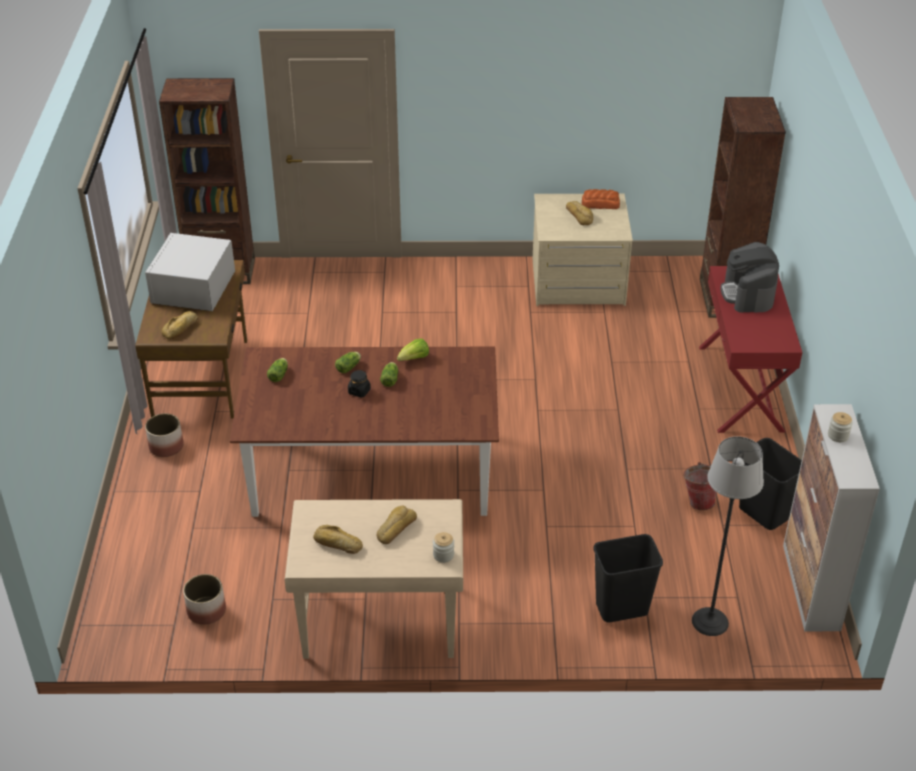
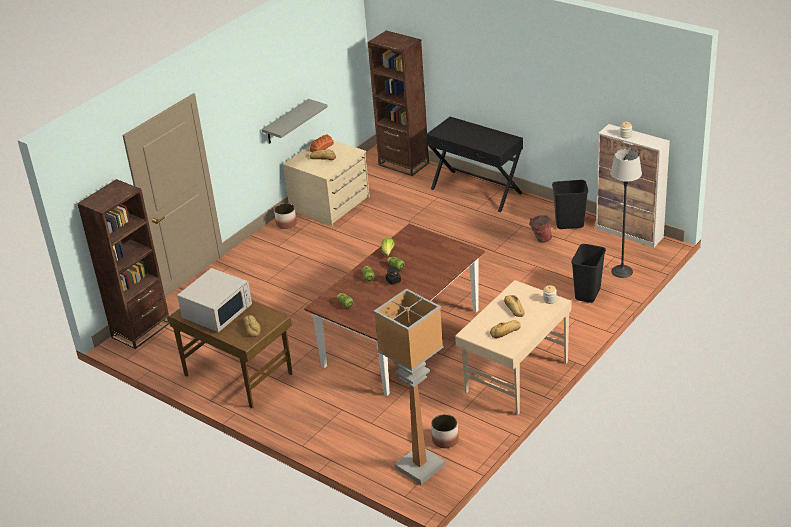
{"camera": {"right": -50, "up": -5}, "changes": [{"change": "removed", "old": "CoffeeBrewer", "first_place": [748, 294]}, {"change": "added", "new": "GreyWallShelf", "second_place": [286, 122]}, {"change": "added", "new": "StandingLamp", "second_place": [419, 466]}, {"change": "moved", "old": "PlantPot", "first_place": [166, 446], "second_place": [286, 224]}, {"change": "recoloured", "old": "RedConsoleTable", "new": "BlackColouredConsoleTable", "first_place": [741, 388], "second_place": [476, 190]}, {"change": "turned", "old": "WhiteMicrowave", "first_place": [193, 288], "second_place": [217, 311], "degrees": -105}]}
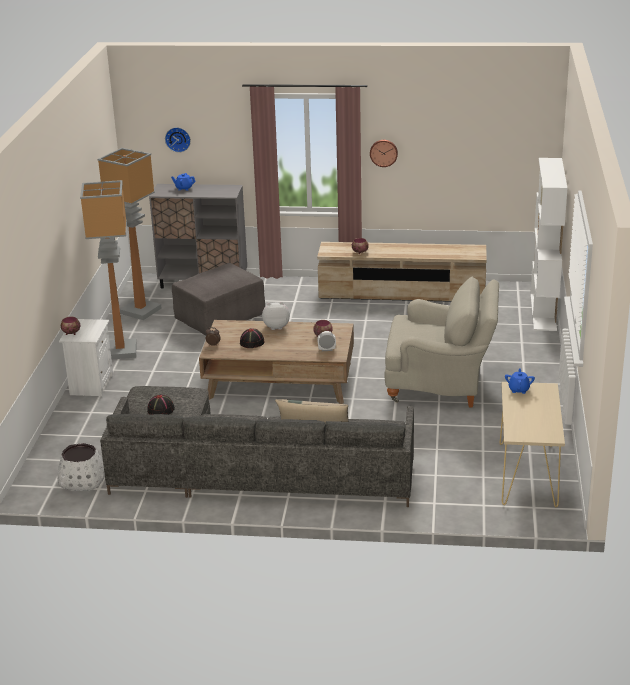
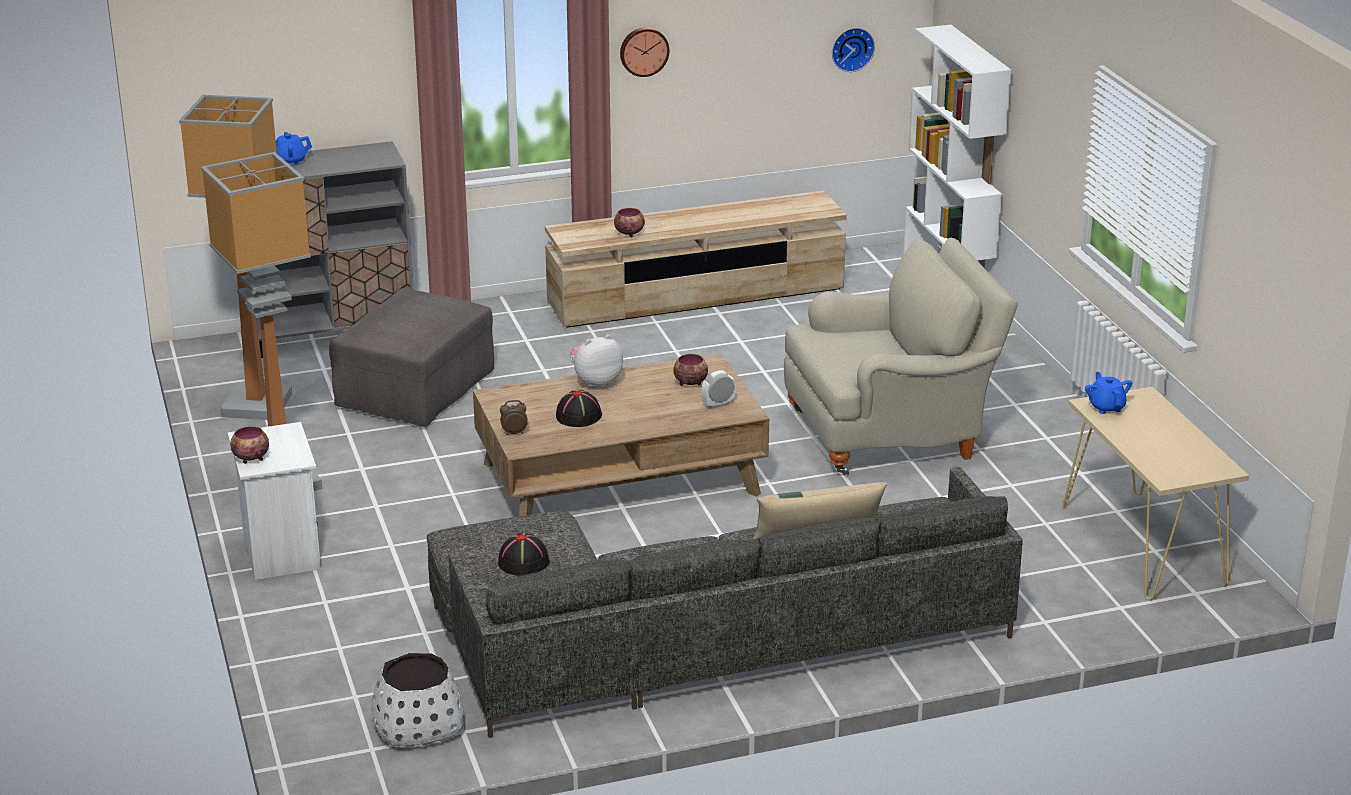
{"camera": {"right": -25, "up": 0}, "changes": [{"change": "moved", "old": "WallClock", "first_place": [178, 139], "second_place": [851, 48]}]}
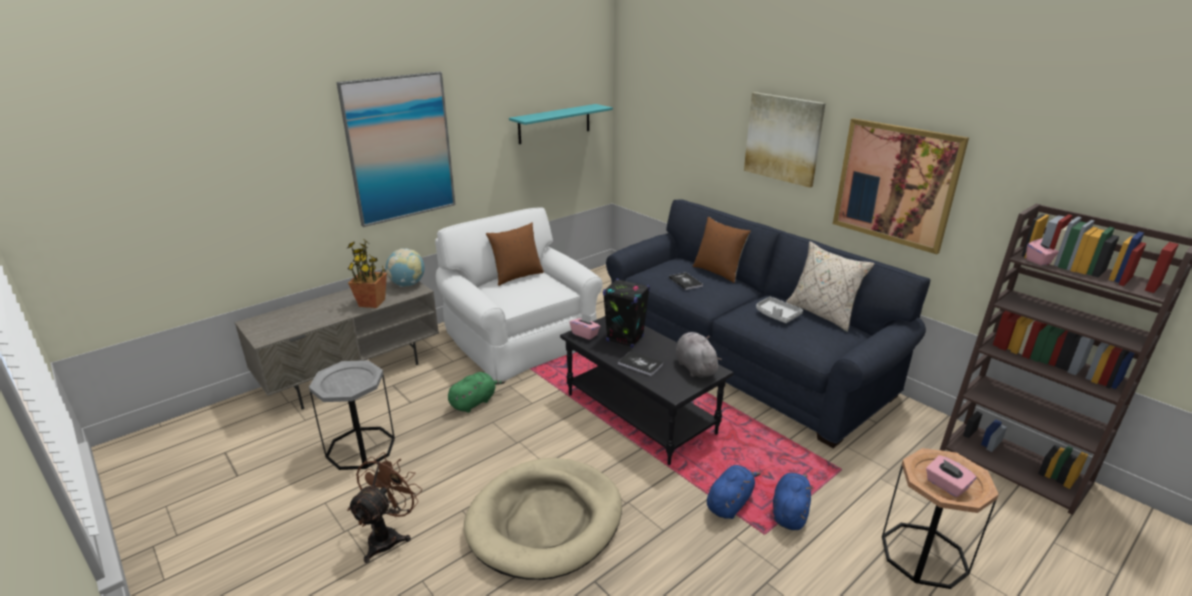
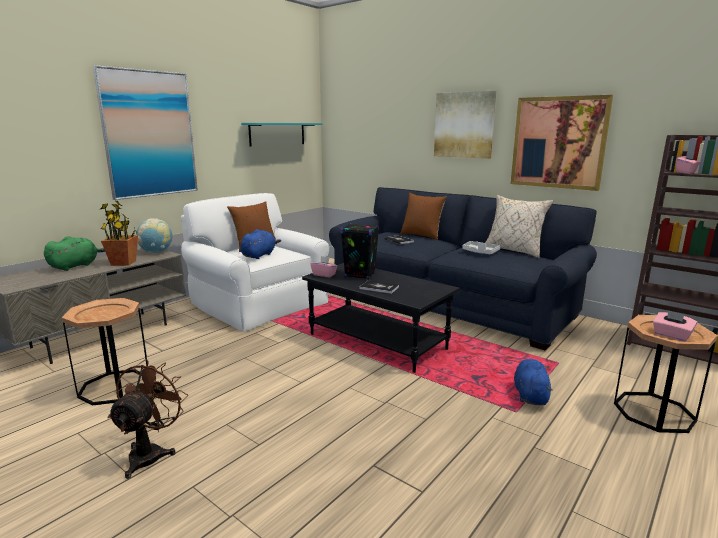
{"camera": {"right": -10, "up": -10}, "changes": [{"change": "removed", "old": "BeigeColouredDogCushion", "first_place": [545, 521]}, {"change": "removed", "old": "GreyCuddlyToy", "first_place": [695, 367]}, {"change": "moved", "old": "GreenColouredCuddlyToy", "first_place": [474, 402], "second_place": [76, 266]}, {"change": "moved", "old": "BlueColouredCuddlyToy", "first_place": [730, 503], "second_place": [259, 255]}, {"change": "recoloured", "old": "GreySideTable", "new": "BrownColouredSideTable", "first_place": [360, 448], "second_place": [114, 387]}]}
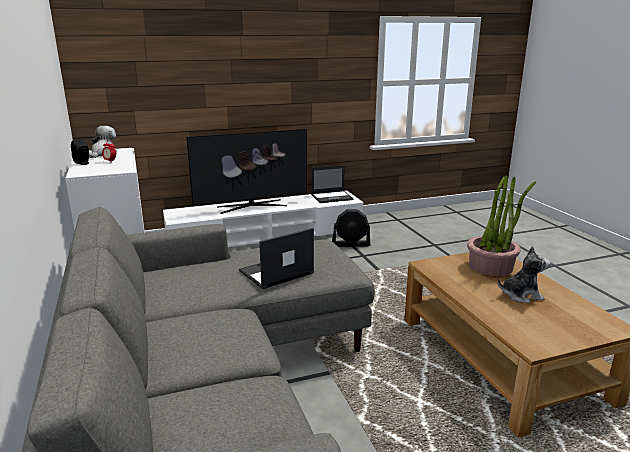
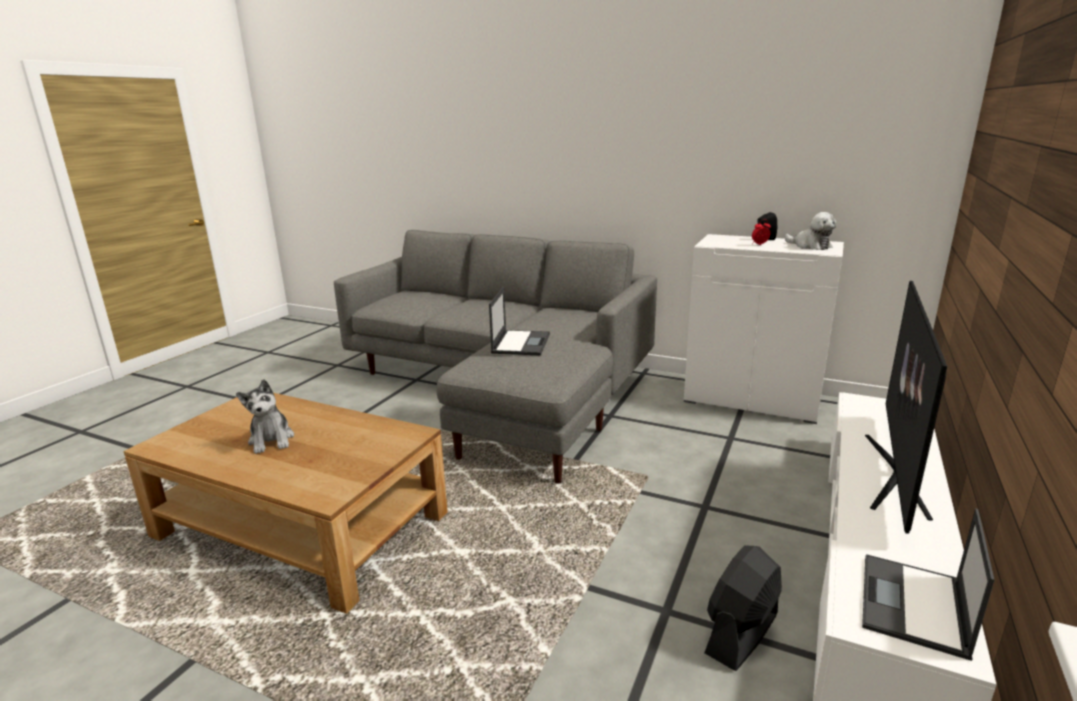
{"camera": {"right": 135, "up": 0}, "changes": [{"change": "removed", "old": "Houseplant", "first_place": [491, 267]}, {"change": "turned", "old": "CuddlyToy", "first_place": [520, 295], "second_place": [272, 440], "degrees": -60}]}
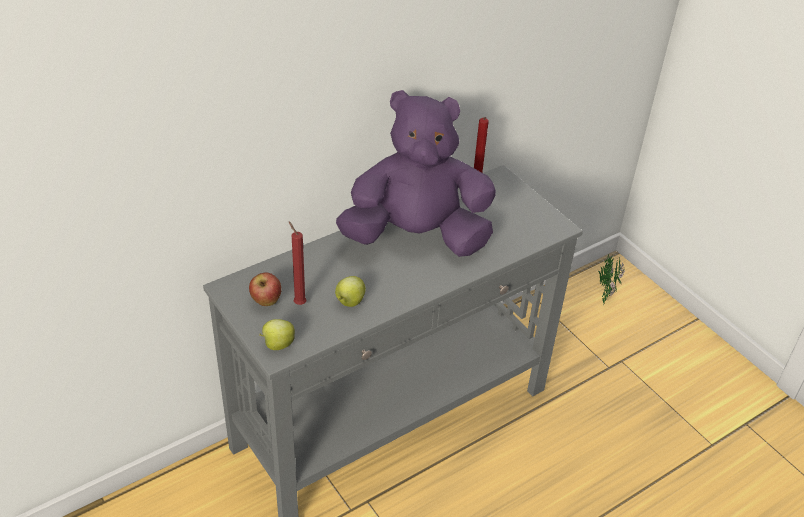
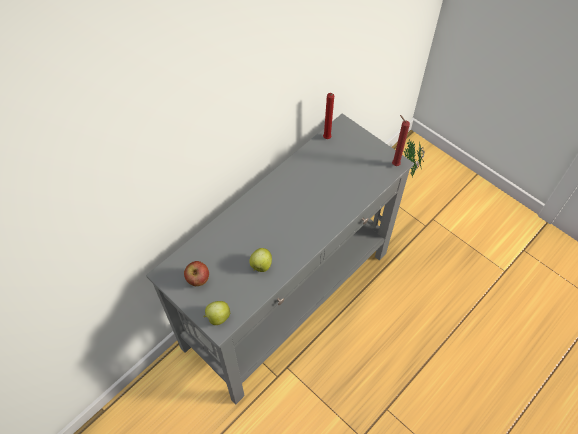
{"camera": {"right": -10, "up": 15}, "changes": [{"change": "removed", "old": "PurplishCuddlyToy", "first_place": [417, 237]}, {"change": "moved", "old": "RedWaxCandle", "first_place": [298, 302], "second_place": [394, 164]}]}
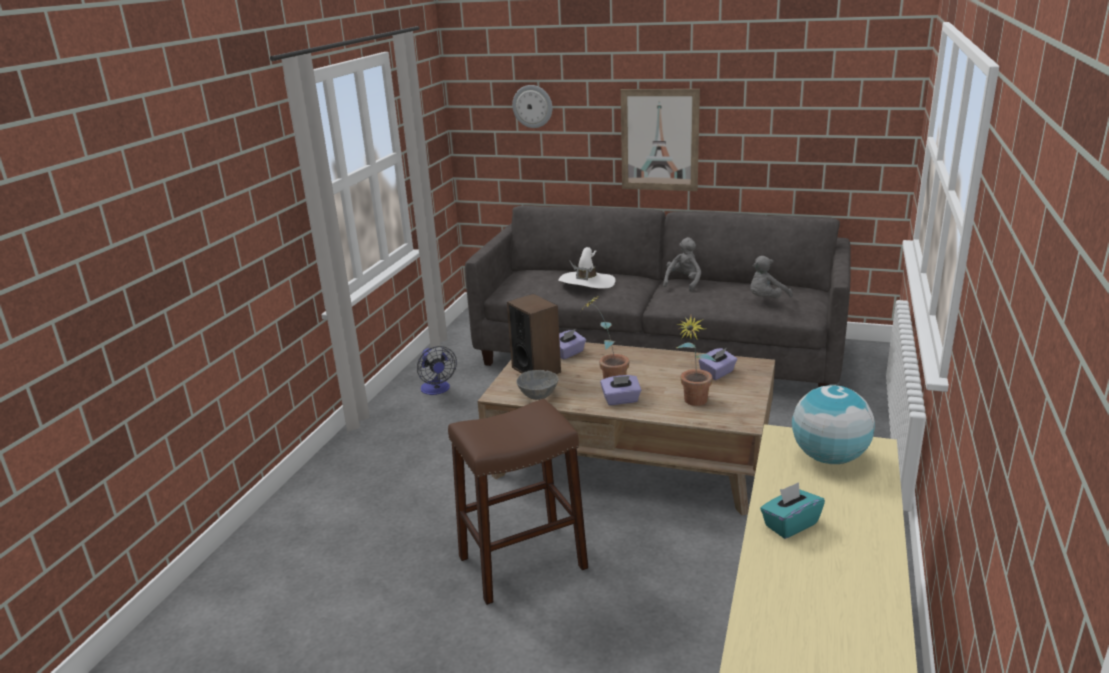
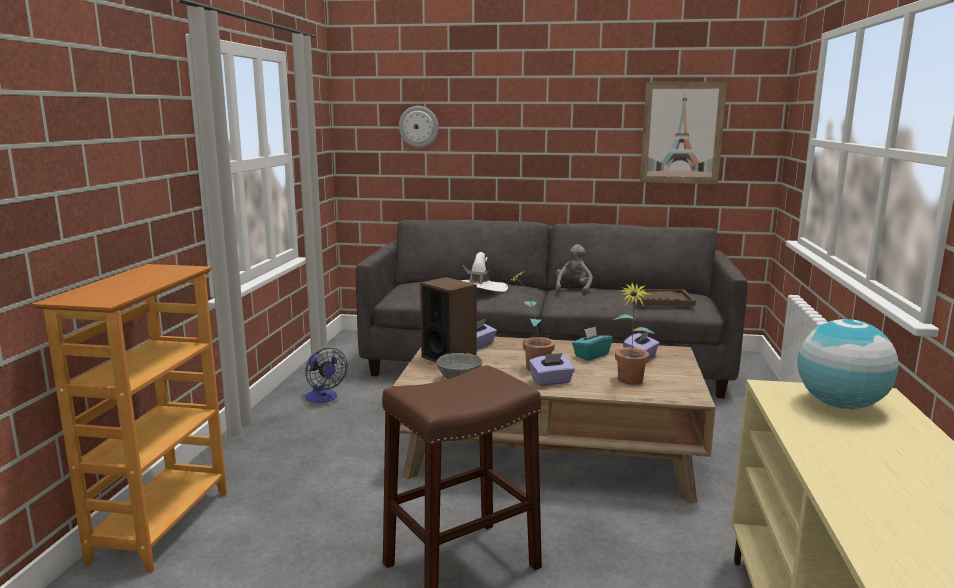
{"camera": {"right": -10, "up": -10}, "changes": [{"change": "added", "new": "Bookshelf", "second_place": [160, 526]}, {"change": "moved", "old": "WallPicture", "first_place": [659, 140], "second_place": [682, 133]}, {"change": "moved", "old": "TurquoiseBoxOfTissues", "first_place": [790, 524], "second_place": [591, 355]}, {"change": "replaced", "old": "GreyCuddlyToy", "new": "BrownColouredServingTray", "first_place": [766, 300], "second_place": [660, 300]}]}
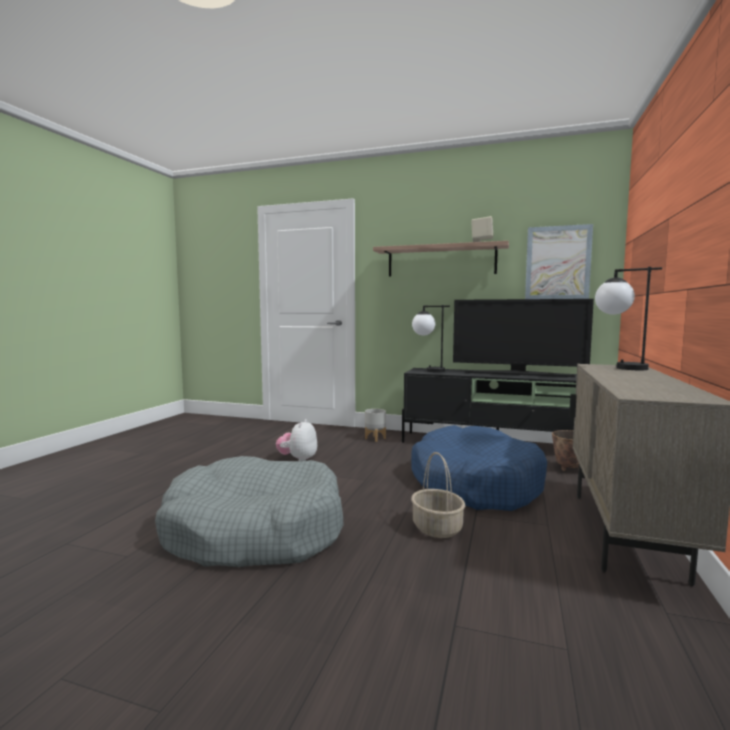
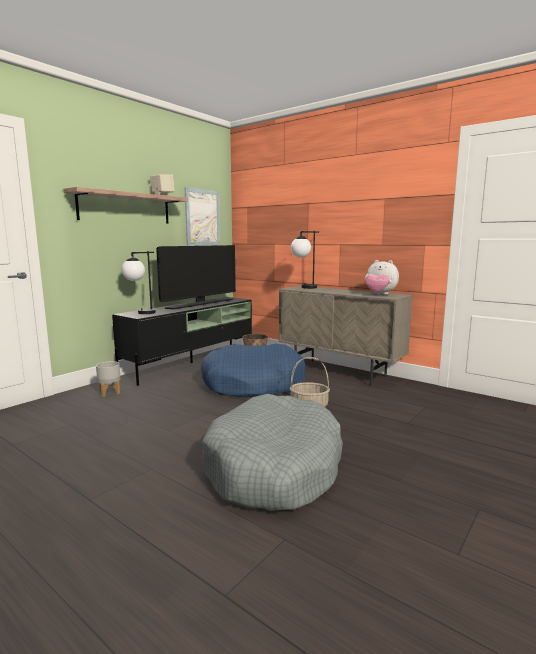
{"camera": {"right": -70, "up": 5}, "changes": [{"change": "moved", "old": "CuddlyToy", "first_place": [298, 459], "second_place": [379, 294]}]}
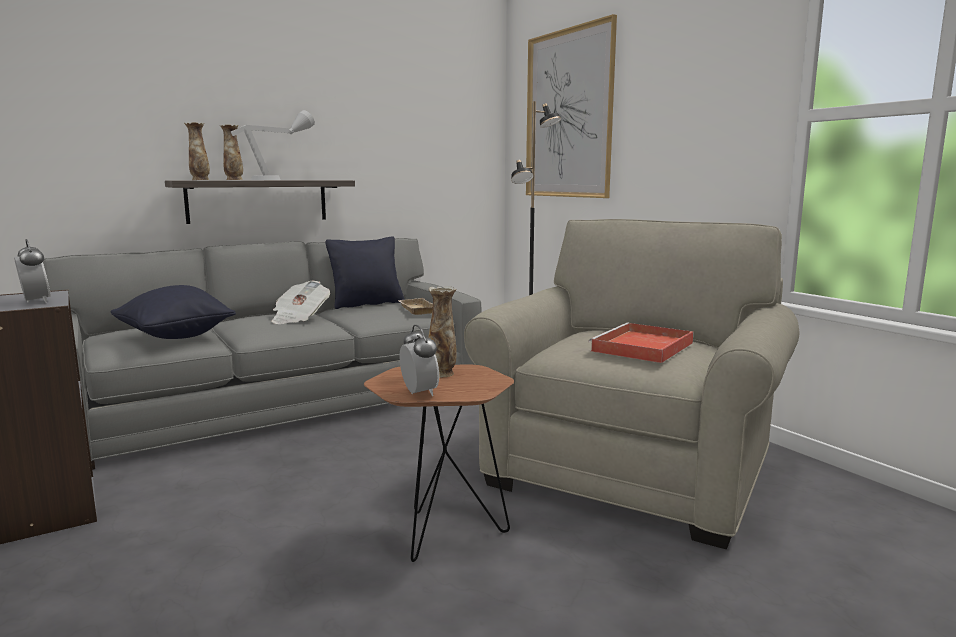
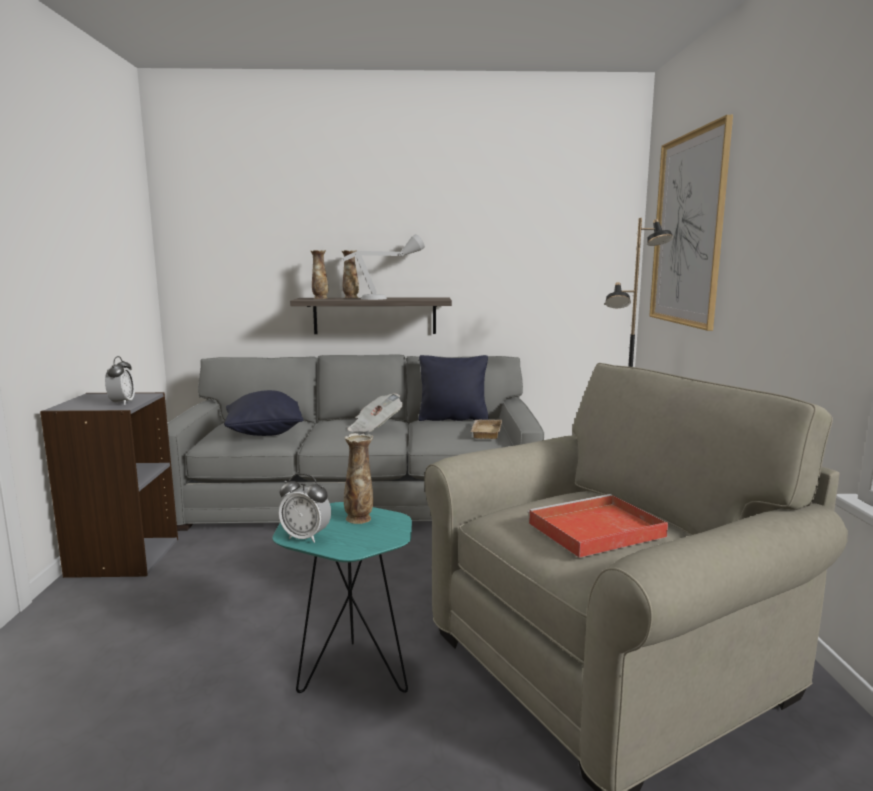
{"camera": {"right": 30, "up": 0}, "changes": [{"change": "recoloured", "old": "BrownColouredSideTable", "new": "TurquoiseSideTable", "first_place": [441, 534], "second_place": [349, 673]}, {"change": "turned", "old": "AlarmClock", "first_place": [419, 393], "second_place": [306, 537], "degrees": 105}]}
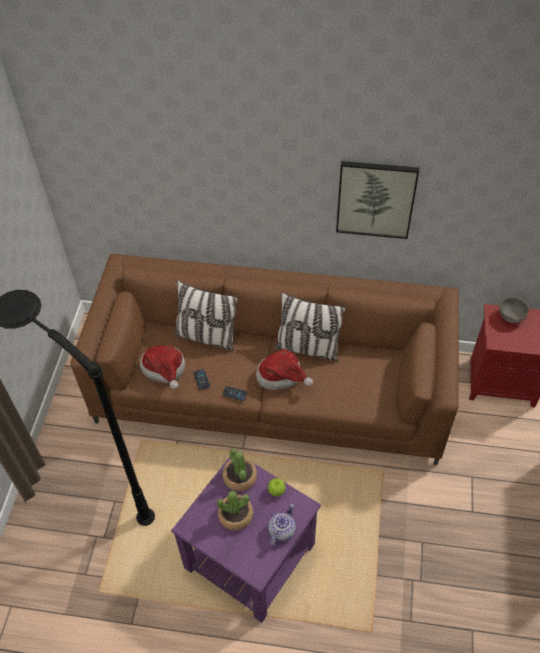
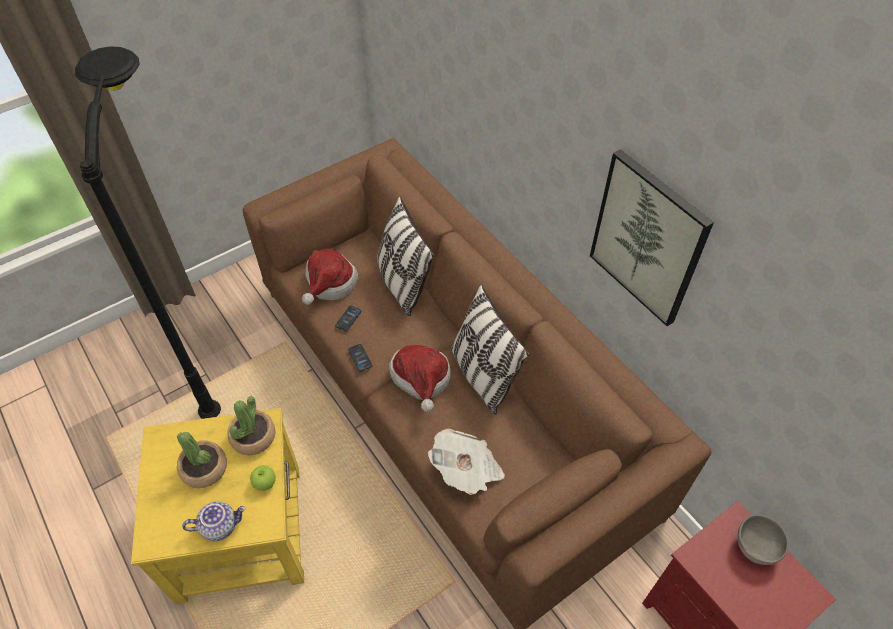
{"camera": {"right": 45, "up": 0}, "changes": [{"change": "added", "new": "DailyPaper", "second_place": [467, 470]}, {"change": "recoloured", "old": "PurplishSideTable", "new": "YellowSideTable", "first_place": [250, 555], "second_place": [241, 532]}]}
